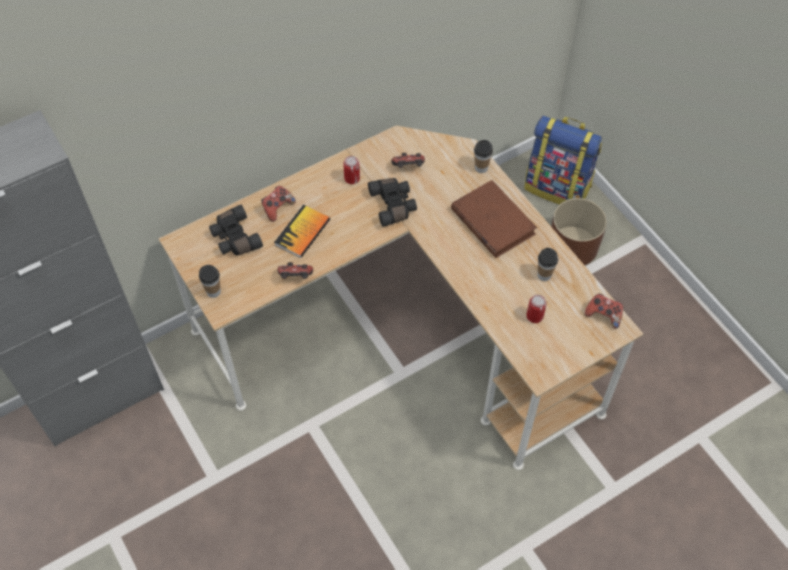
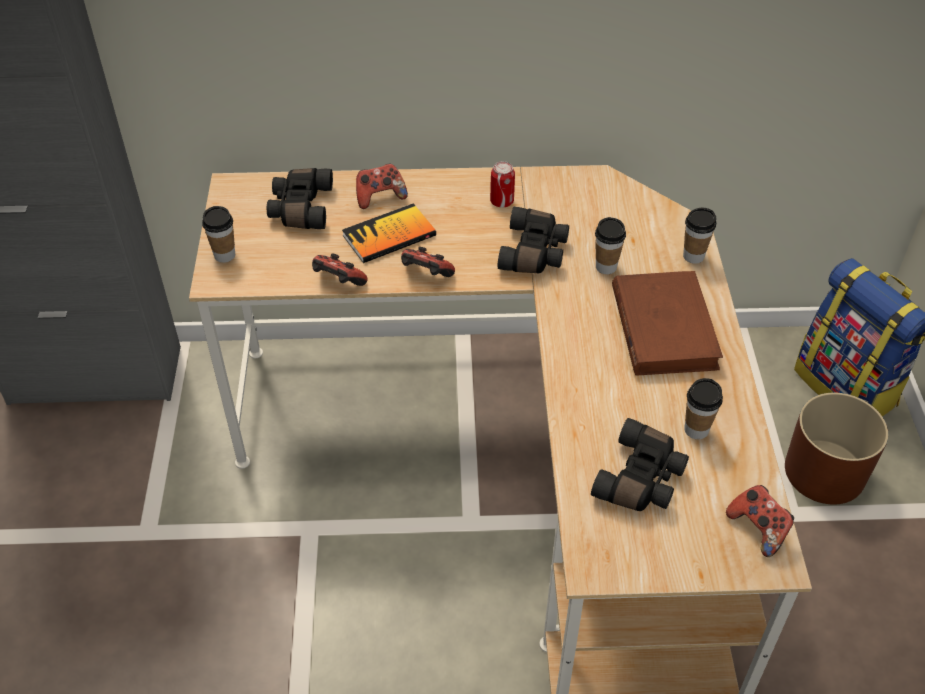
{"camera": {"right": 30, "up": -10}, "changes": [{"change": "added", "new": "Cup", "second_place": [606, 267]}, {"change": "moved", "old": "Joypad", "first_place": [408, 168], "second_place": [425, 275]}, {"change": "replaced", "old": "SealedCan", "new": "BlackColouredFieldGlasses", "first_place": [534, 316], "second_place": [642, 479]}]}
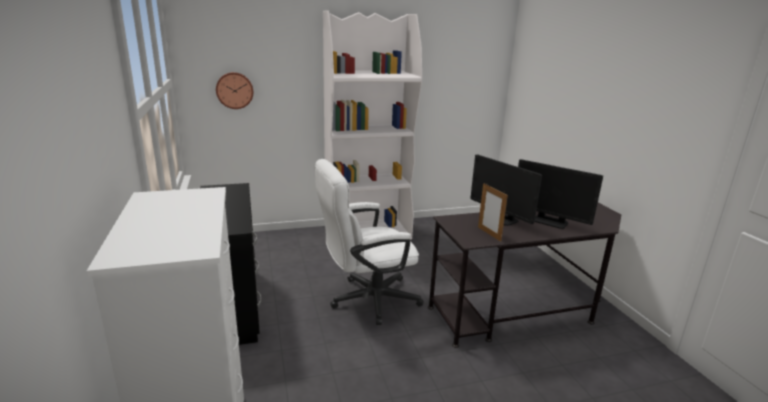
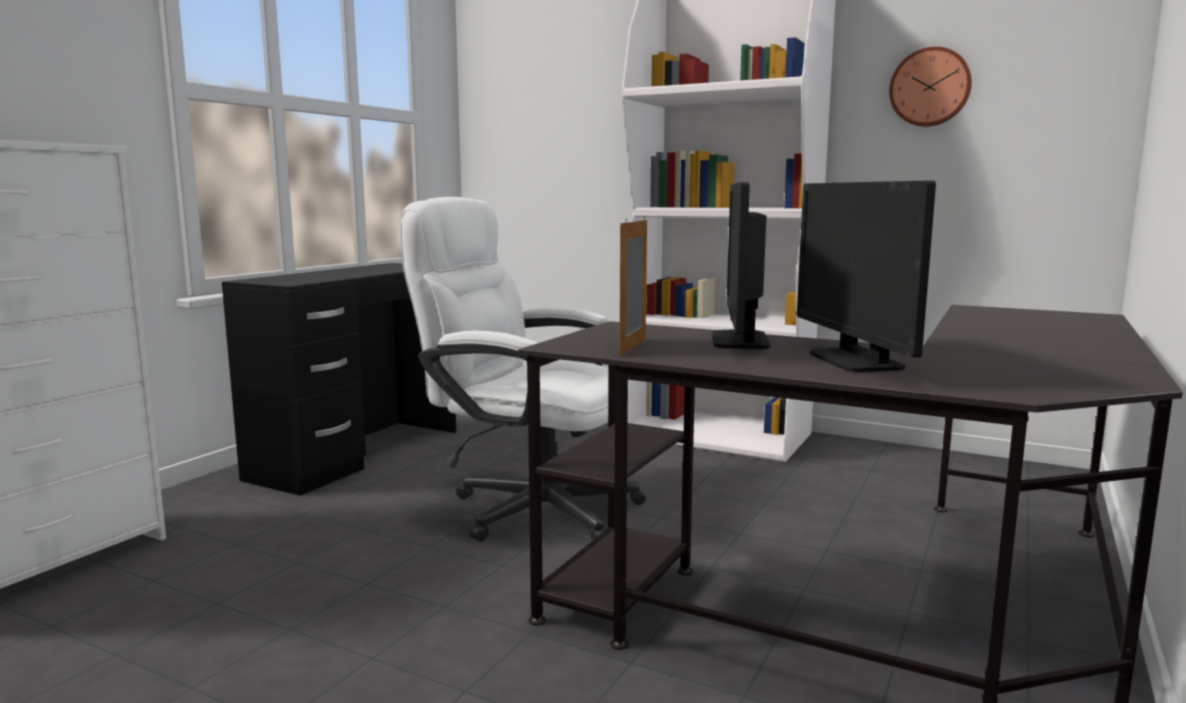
{"camera": {"right": 45, "up": -10}, "changes": [{"change": "moved", "old": "WallClock", "first_place": [234, 90], "second_place": [930, 87]}]}
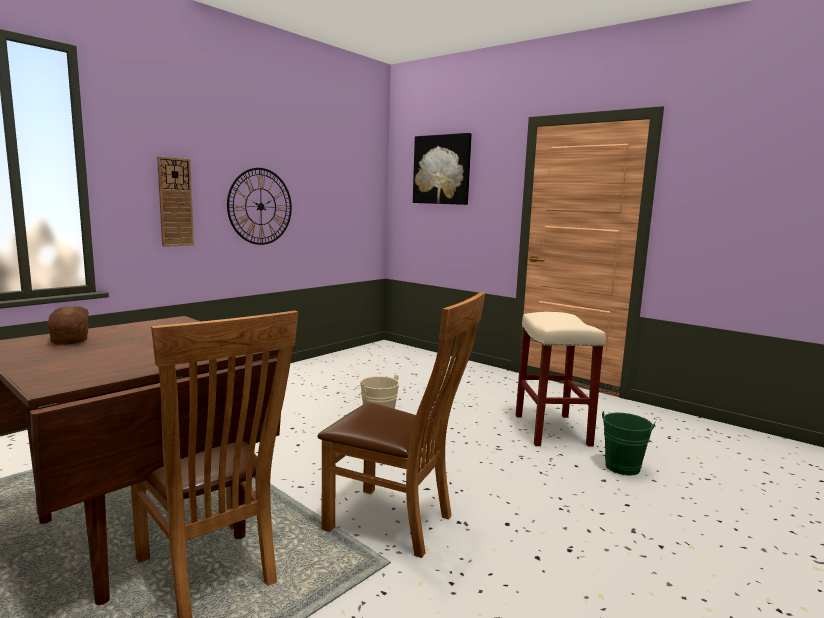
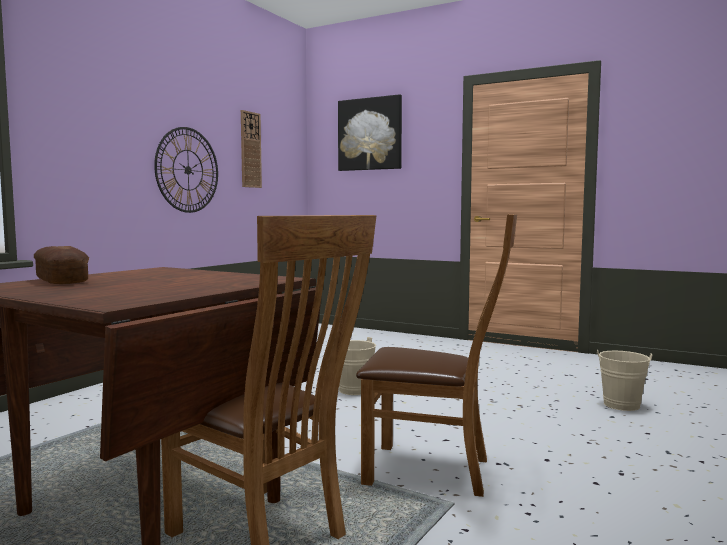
{"camera": {"right": -10, "up": -5}, "changes": [{"change": "removed", "old": "BeigeColouredStool", "first_place": [551, 429]}, {"change": "moved", "old": "WallClock", "first_place": [175, 202], "second_place": [250, 150]}, {"change": "recoloured", "old": "GreenColouredWaterBucket", "new": "BeigeColouredWaterBucket", "first_place": [623, 465], "second_place": [621, 404]}]}
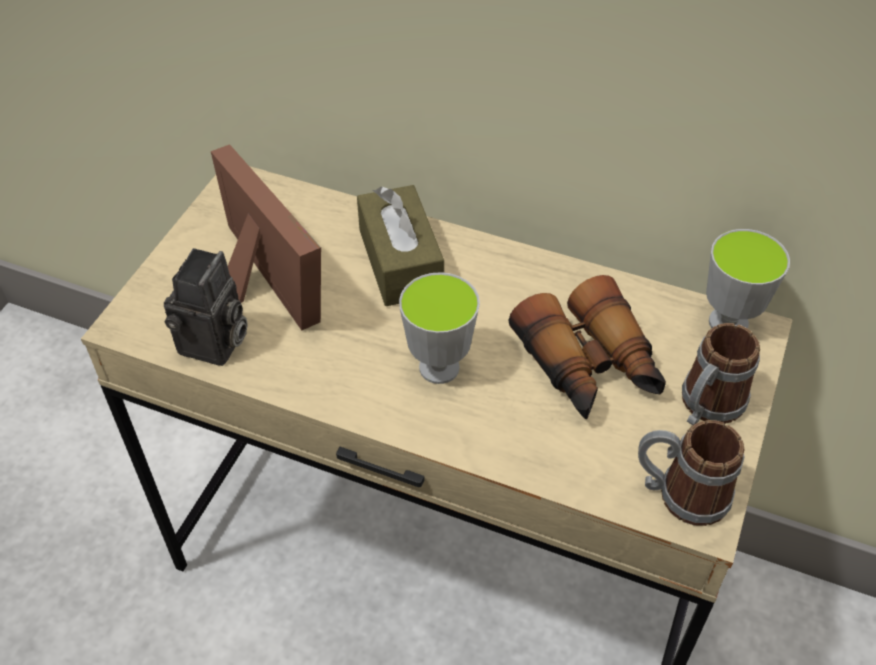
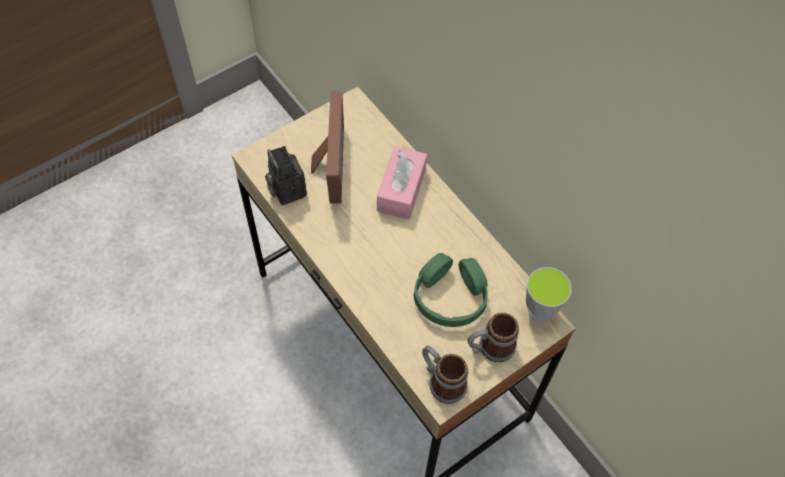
{"camera": {"right": 30, "up": 10}, "changes": [{"change": "removed", "old": "Cup", "first_place": [439, 367]}, {"change": "replaced", "old": "FieldGlasses", "new": "GreenColouredHeadset", "first_place": [589, 367], "second_place": [450, 296]}, {"change": "recoloured", "old": "BrownColouredBoxOfTissues", "new": "PinkBoxOfTissues", "first_place": [400, 261], "second_place": [401, 190]}, {"change": "turned", "old": "PhotoCamera", "first_place": [214, 345], "second_place": [286, 190], "degrees": 105}]}
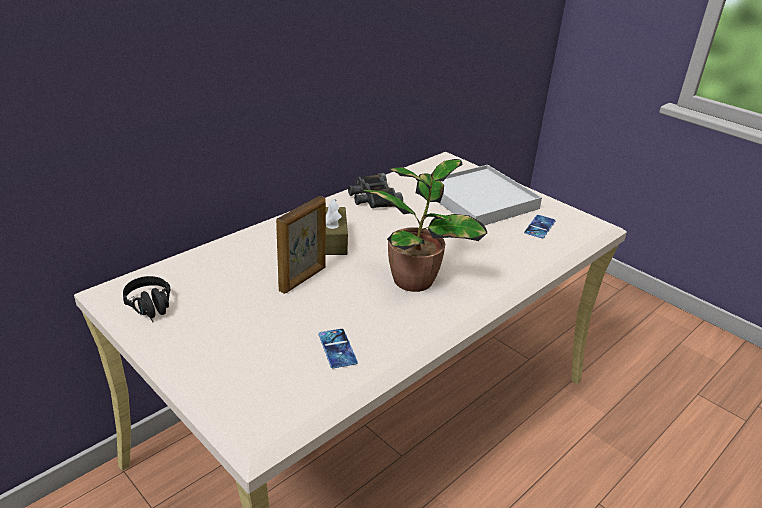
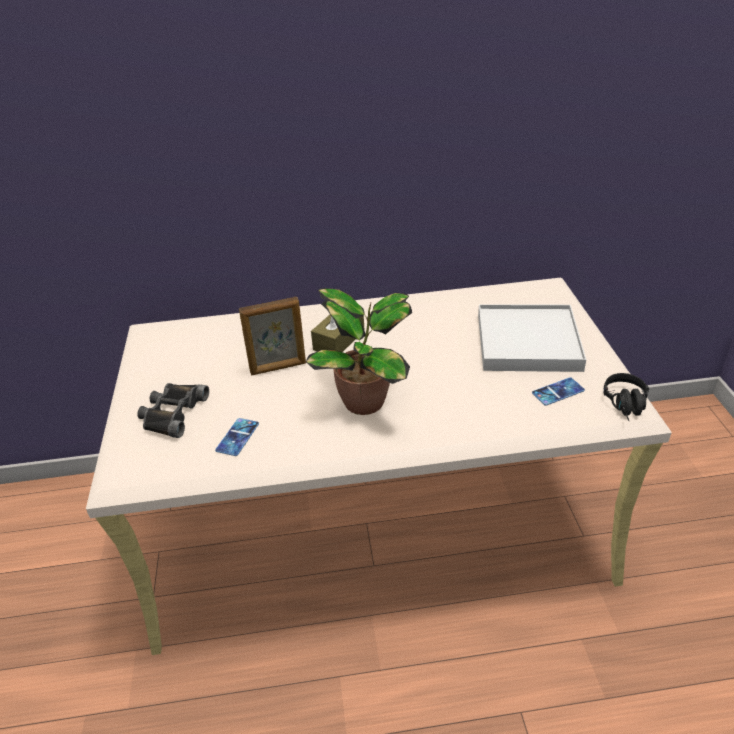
{"camera": {"right": 40, "up": 5}, "changes": [{"change": "moved", "old": "BlackColouredHeadset", "first_place": [152, 309], "second_place": [627, 406]}, {"change": "moved", "old": "BlackColouredFieldGlasses", "first_place": [373, 197], "second_place": [172, 413]}]}
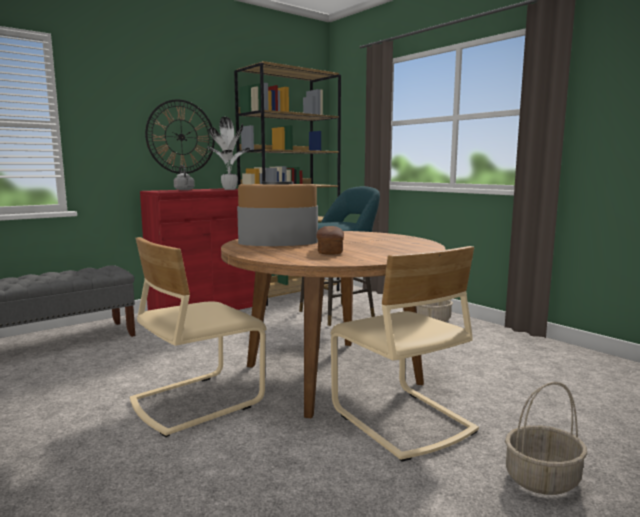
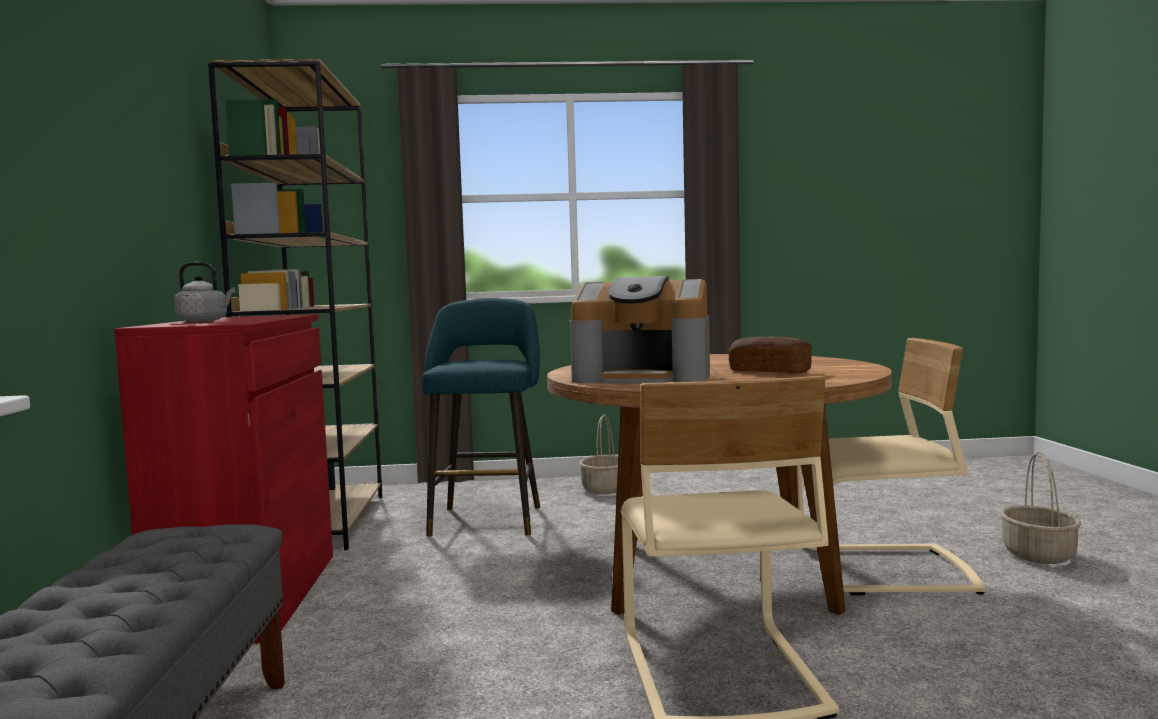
{"camera": {"right": -55, "up": -5}, "changes": [{"change": "removed", "old": "WallClock", "first_place": [181, 137]}, {"change": "removed", "old": "Houseplant", "first_place": [229, 189]}, {"change": "turned", "old": "CoffeeBrewer", "first_place": [277, 241], "second_place": [643, 377], "degrees": -105}]}
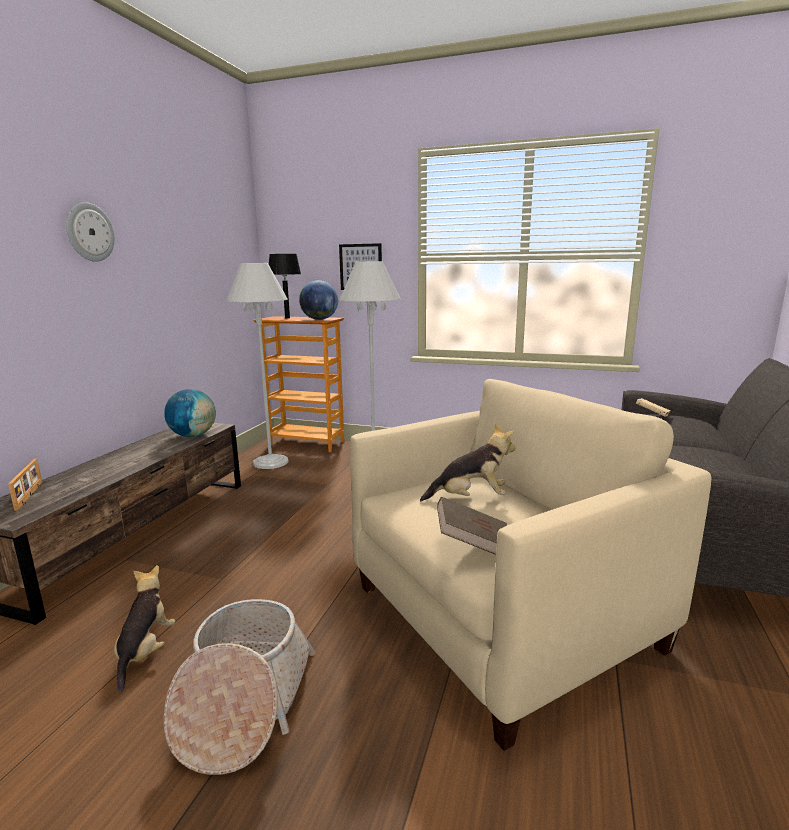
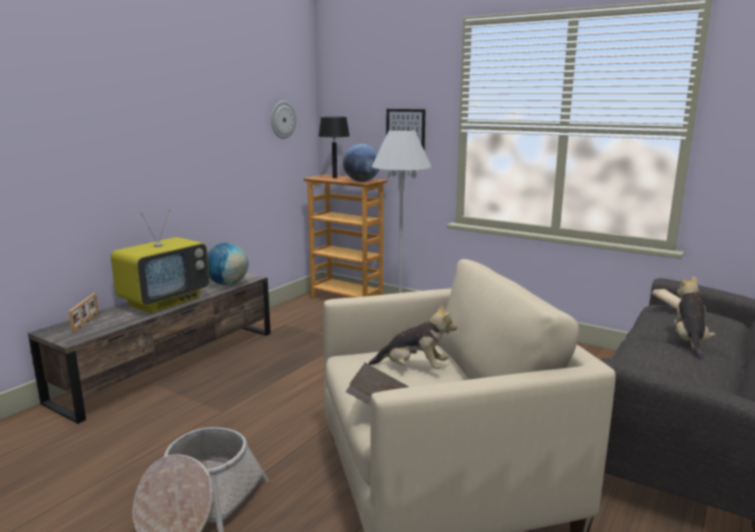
{"camera": {"right": 15, "up": 0}, "changes": [{"change": "removed", "old": "WhiteStandingLamp", "first_place": [270, 462]}, {"change": "added", "new": "Television", "second_place": [165, 301]}, {"change": "moved", "old": "WallClock", "first_place": [89, 232], "second_place": [282, 119]}, {"change": "moved", "old": "CuddlyToy", "first_place": [145, 651], "second_place": [689, 342]}]}
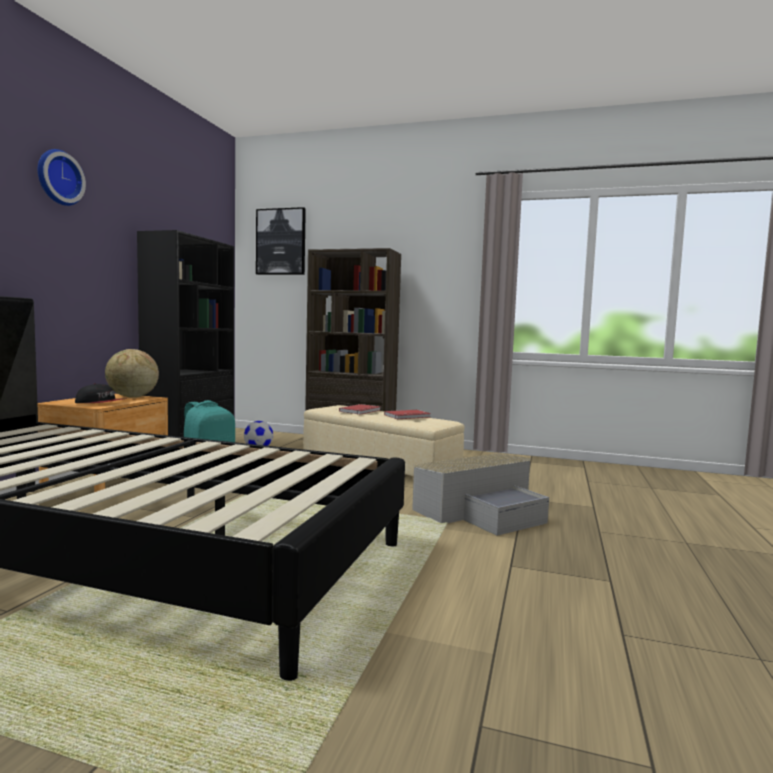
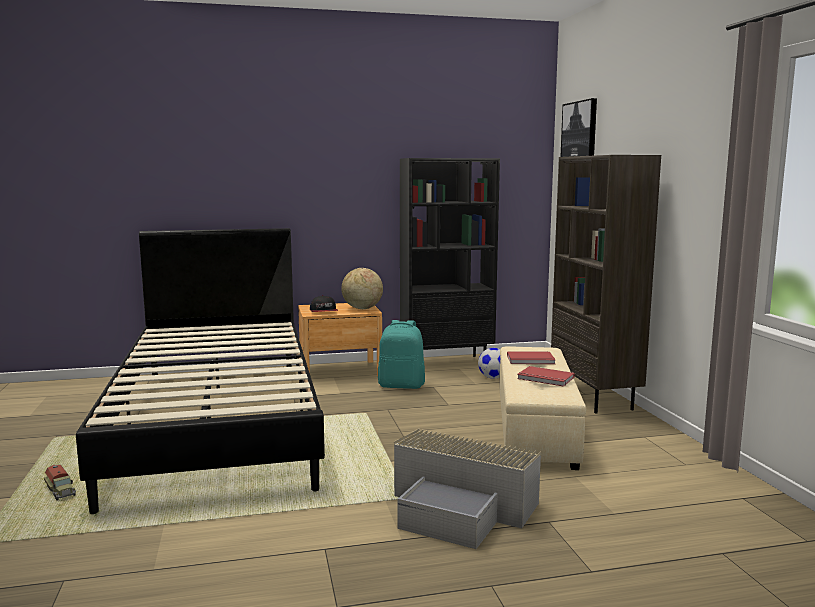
{"camera": {"right": 60, "up": 5}, "changes": [{"change": "removed", "old": "WallClock", "first_place": [58, 178]}, {"change": "added", "new": "ToyLorry", "second_place": [61, 491]}]}
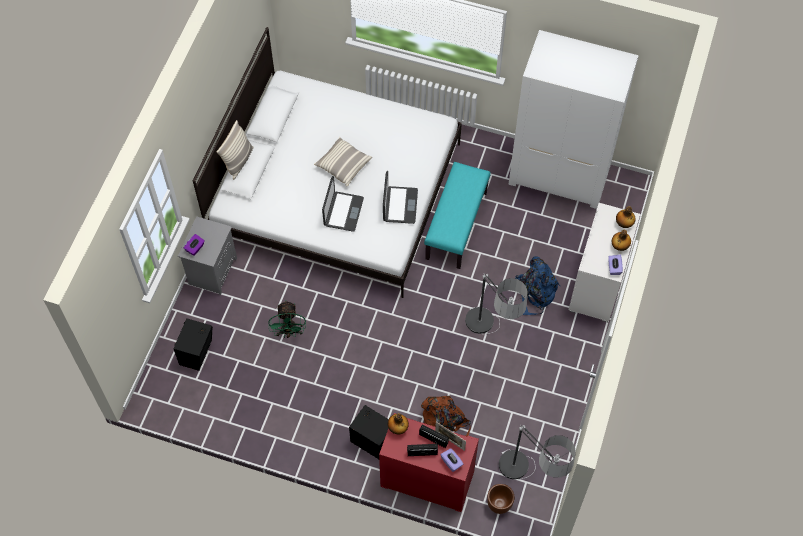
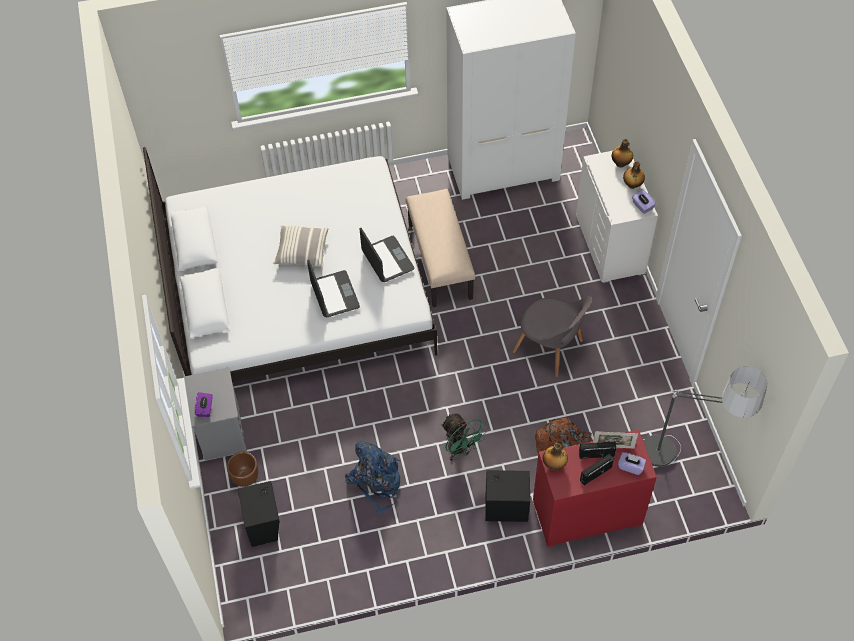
{"camera": {"right": -30, "up": -5}, "changes": [{"change": "removed", "old": "ThrowPillow", "first_place": [238, 161]}, {"change": "moved", "old": "GreenColouredElectricFan", "first_place": [289, 332], "second_place": [460, 450]}, {"change": "moved", "old": "BrownColouredPlantPot", "first_place": [499, 504], "second_place": [245, 477]}, {"change": "moved", "old": "BlueColouredRucksack", "first_place": [535, 292], "second_place": [376, 481]}, {"change": "replaced", "old": "StandingLamp", "new": "GreyPlainChair", "first_place": [490, 340], "second_place": [550, 348]}, {"change": "recoloured", "old": "TurquoiseIndoorBench", "new": "BeigeColouredIndoorBench", "first_place": [456, 225], "second_place": [439, 261]}]}
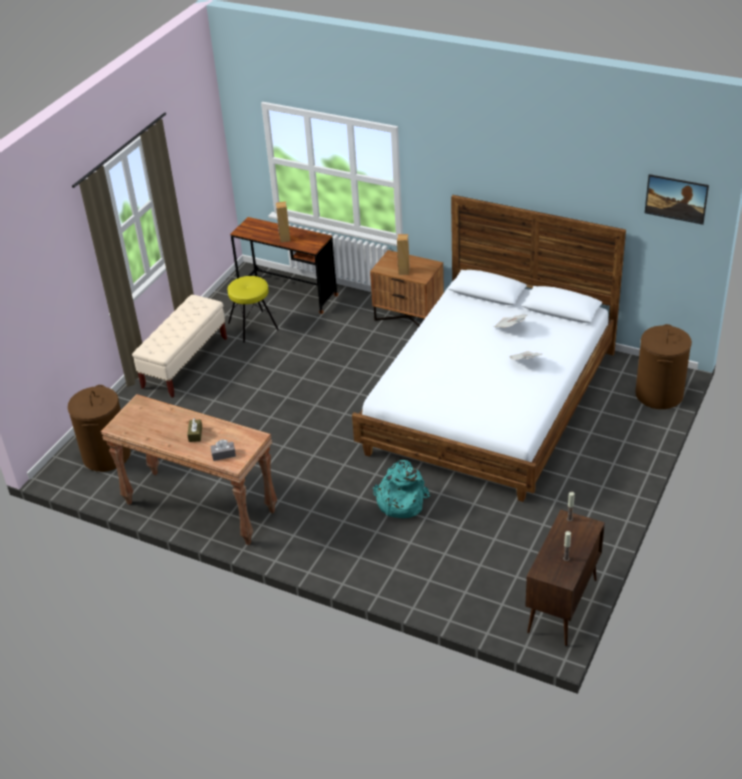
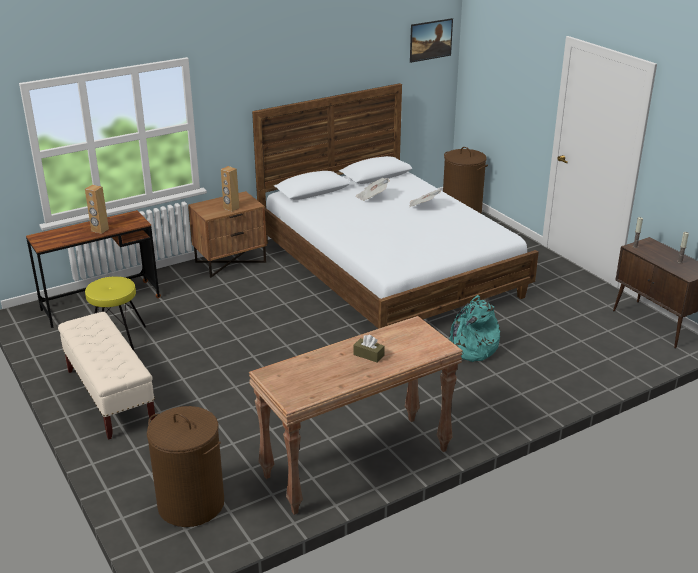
{"camera": {"right": -60, "up": -10}, "changes": [{"change": "removed", "old": "GreyBoxOfTissues", "first_place": [223, 454]}]}
